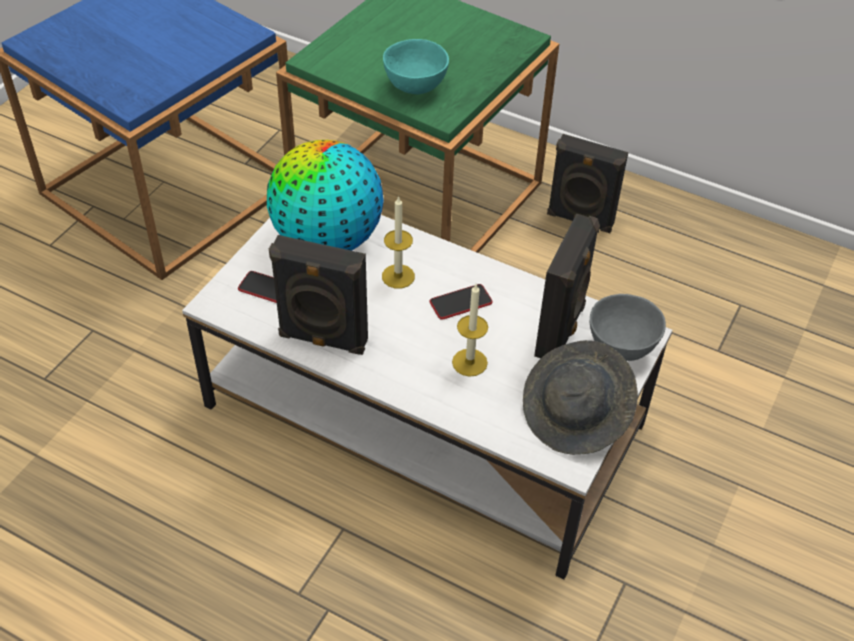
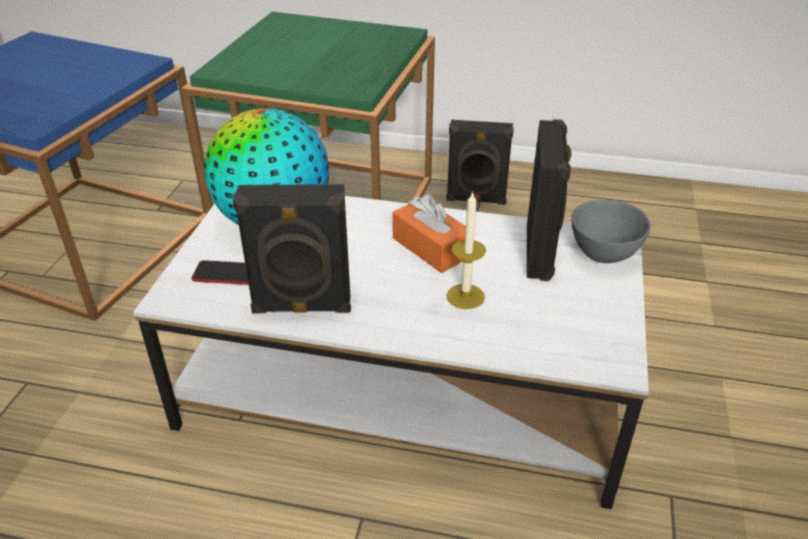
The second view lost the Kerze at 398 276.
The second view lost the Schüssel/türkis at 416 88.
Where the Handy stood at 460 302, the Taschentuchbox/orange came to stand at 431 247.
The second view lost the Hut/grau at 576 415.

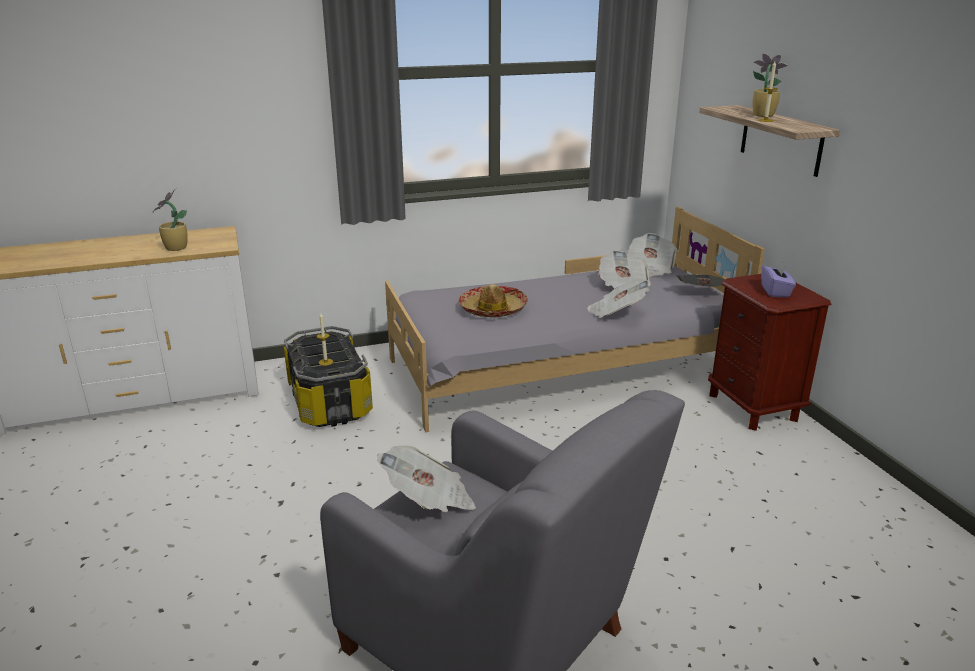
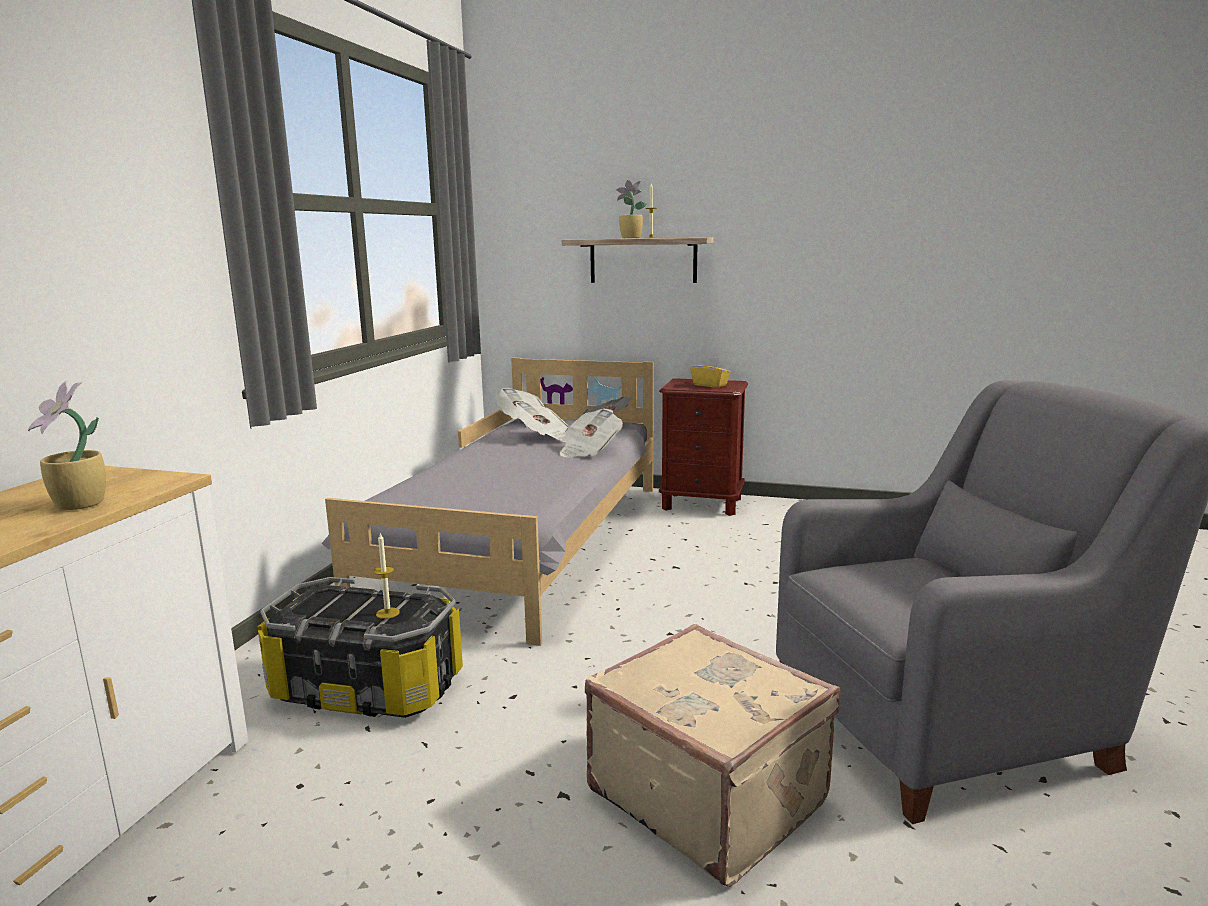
The second view lost the Zeitung at 429 500.
The second view lost the Hut at 493 309.
What was the Taschentuchbox/lila at 775 291 turned into the Taschentuchbox/gelb at 710 385.
The second view gained the Koffer/beige at 709 794.

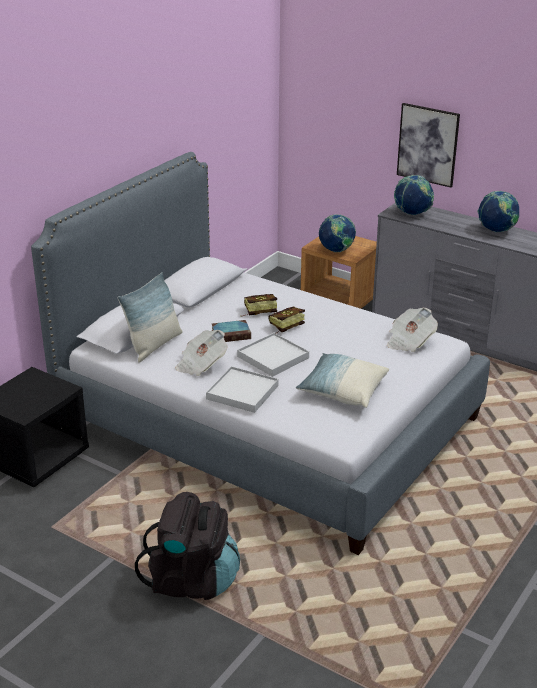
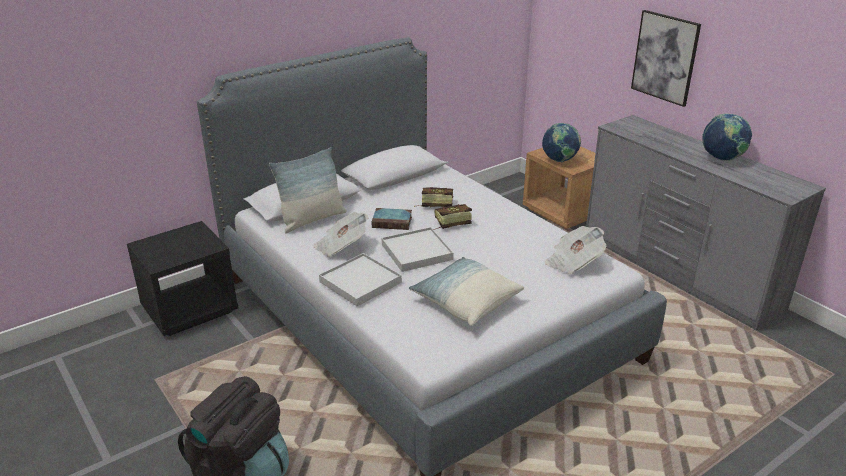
The second view lost the Globus at 412 214.

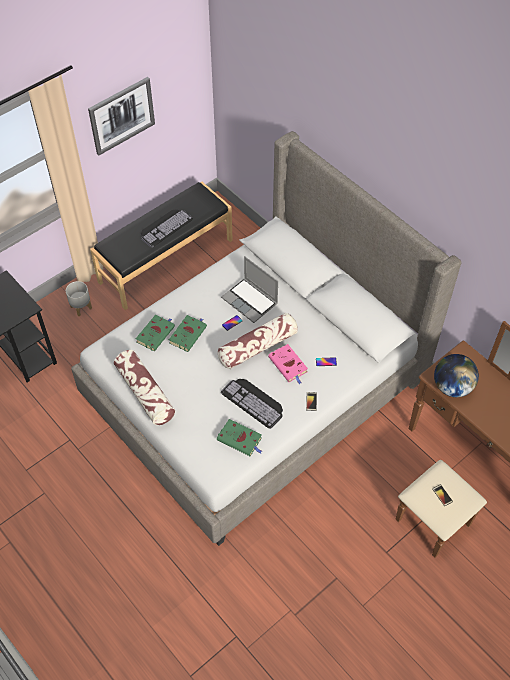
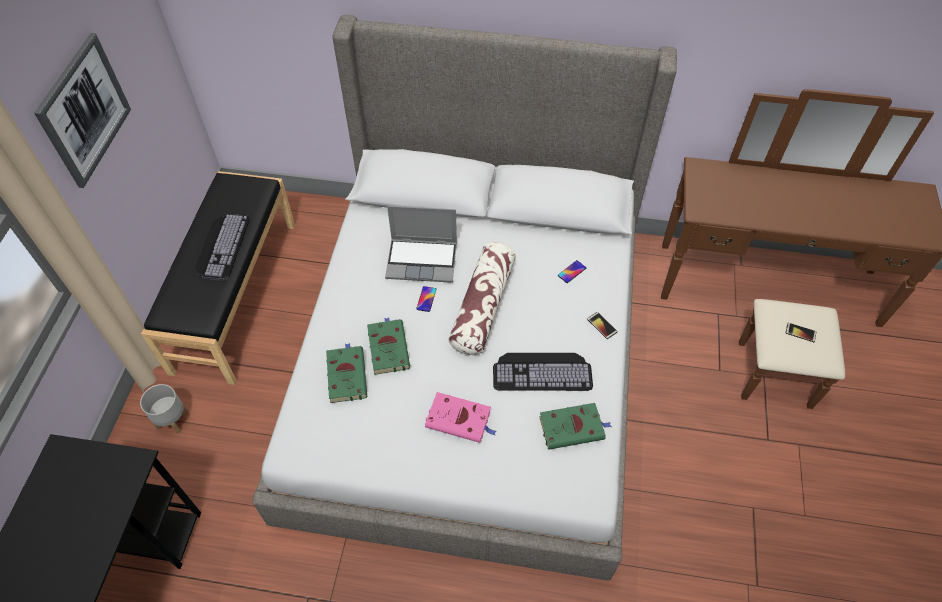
The second view lost the Kissen at 145 393.
The Buch/rosa ended up elsewhere, having gone from 288 365 to 460 420.
The second view lost the Globus at 452 387.

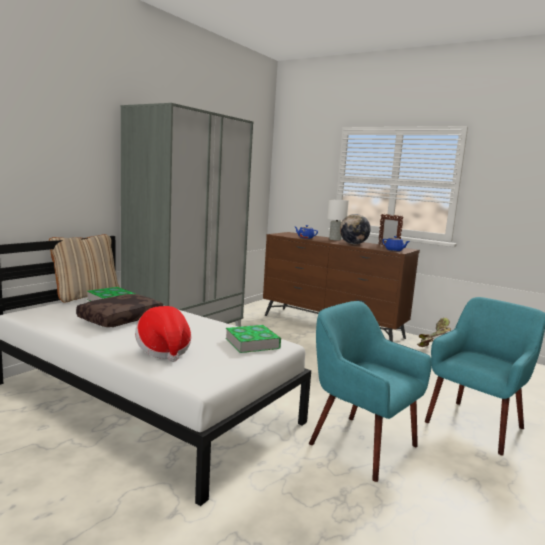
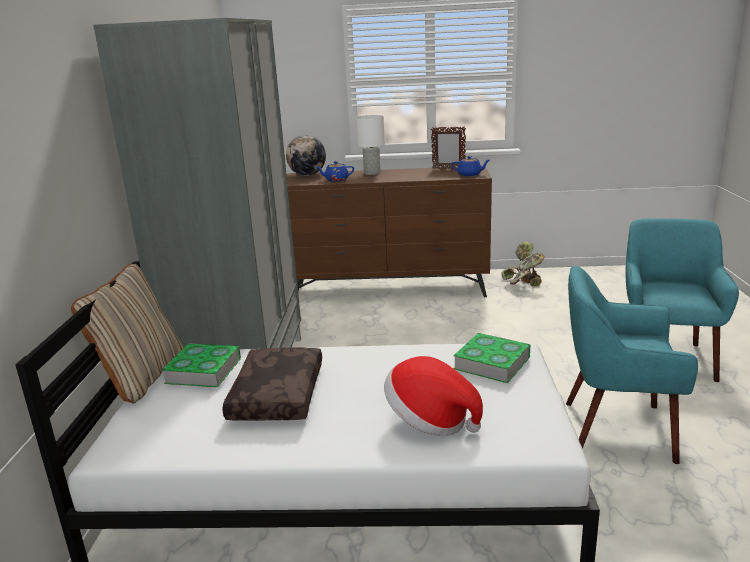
The Globus ended up elsewhere, having gone from 353 244 to 307 175.

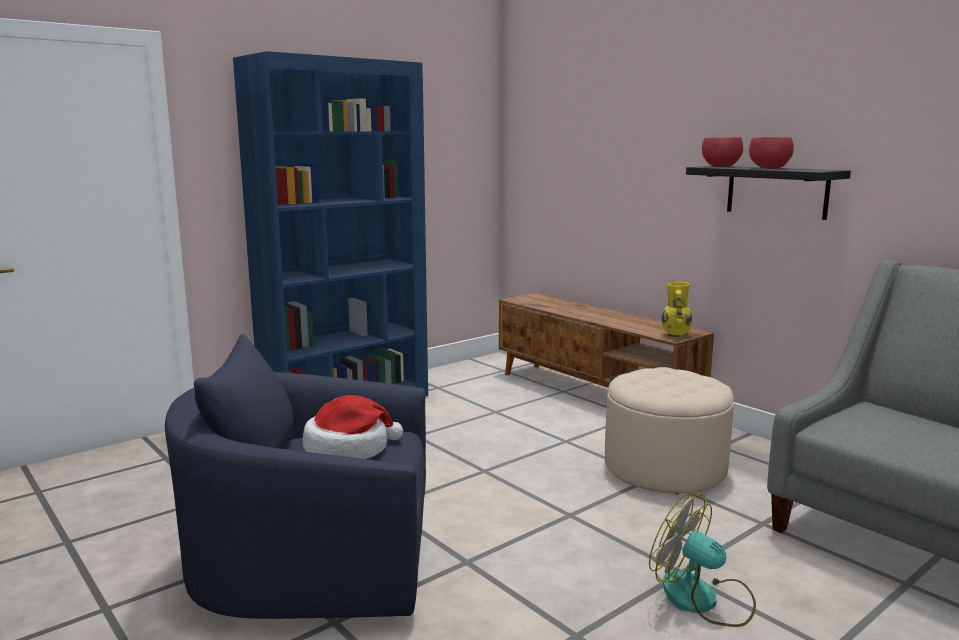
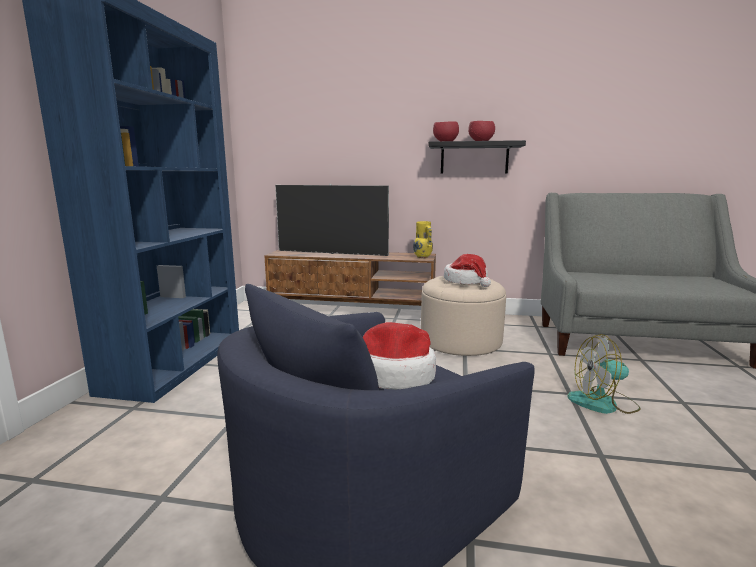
The second view gained the Fernseher at 332 253.
The second view gained the Hut at 466 281.

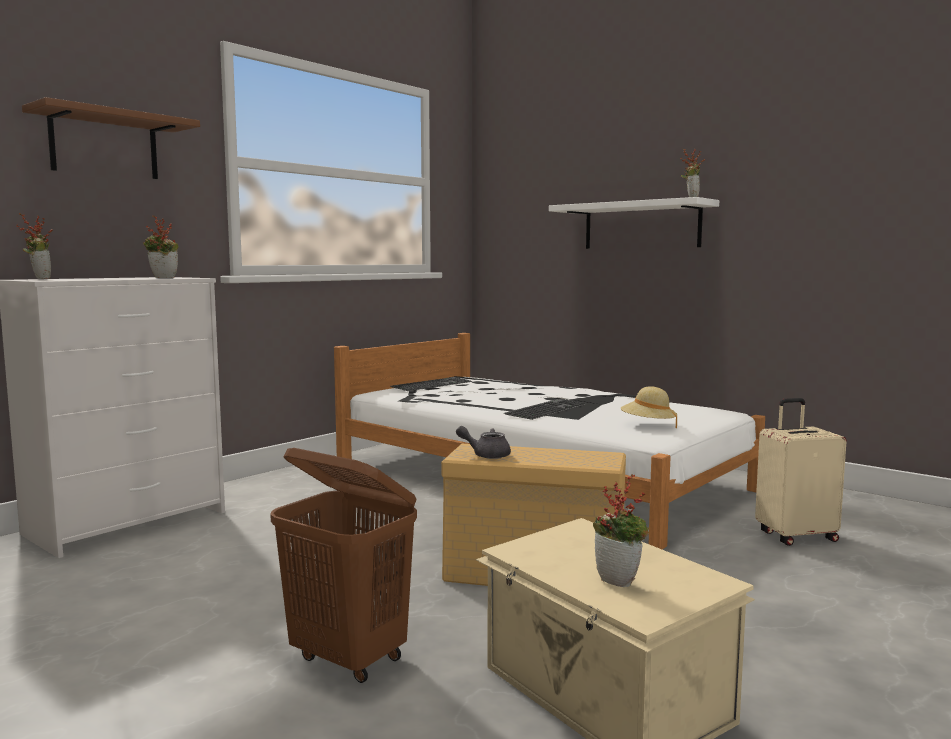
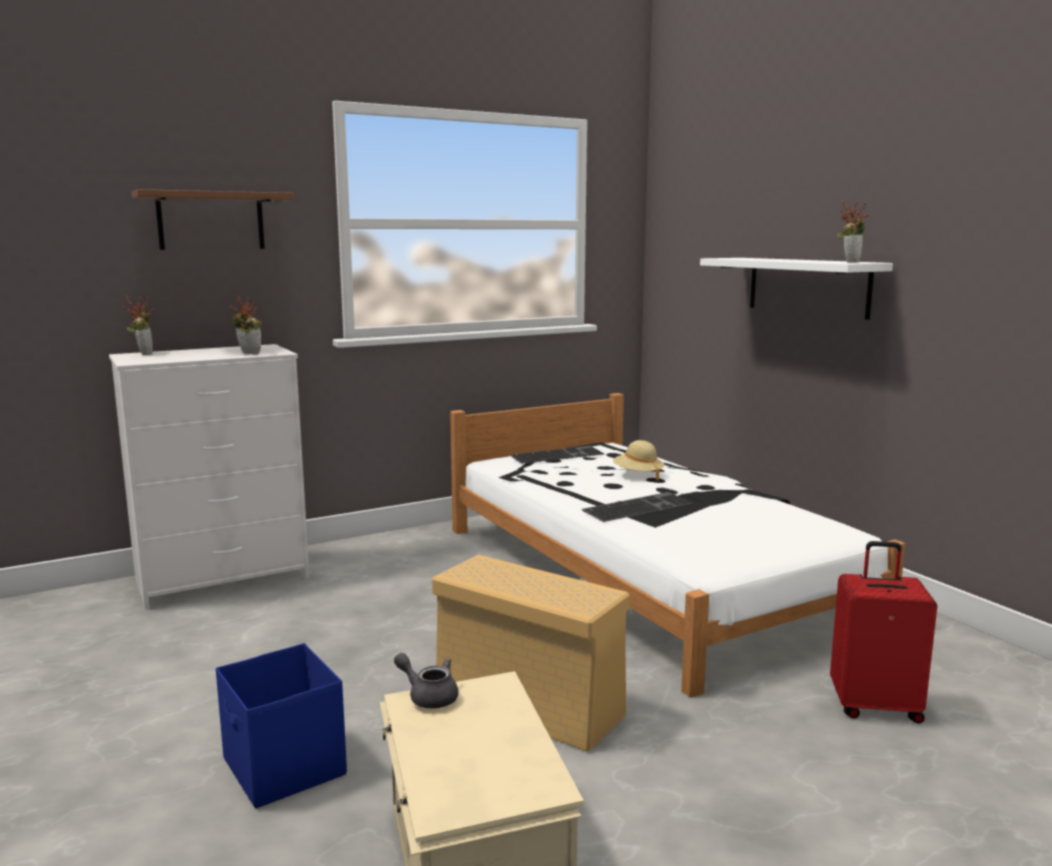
Where the Wäschekorb/braun stood at 349 659, the Aufbewahrungsbox/blau came to stand at 284 768.
The Teekanne/grau ended up elsewhere, having gone from 486 455 to 429 696.
The second view lost the Topfpflanze at 620 581.
The Hut/beige ended up elsewhere, having gone from 648 425 to 638 475.
What was the Koffer/beige at 795 536 turned into the Koffer/rot at 875 706.

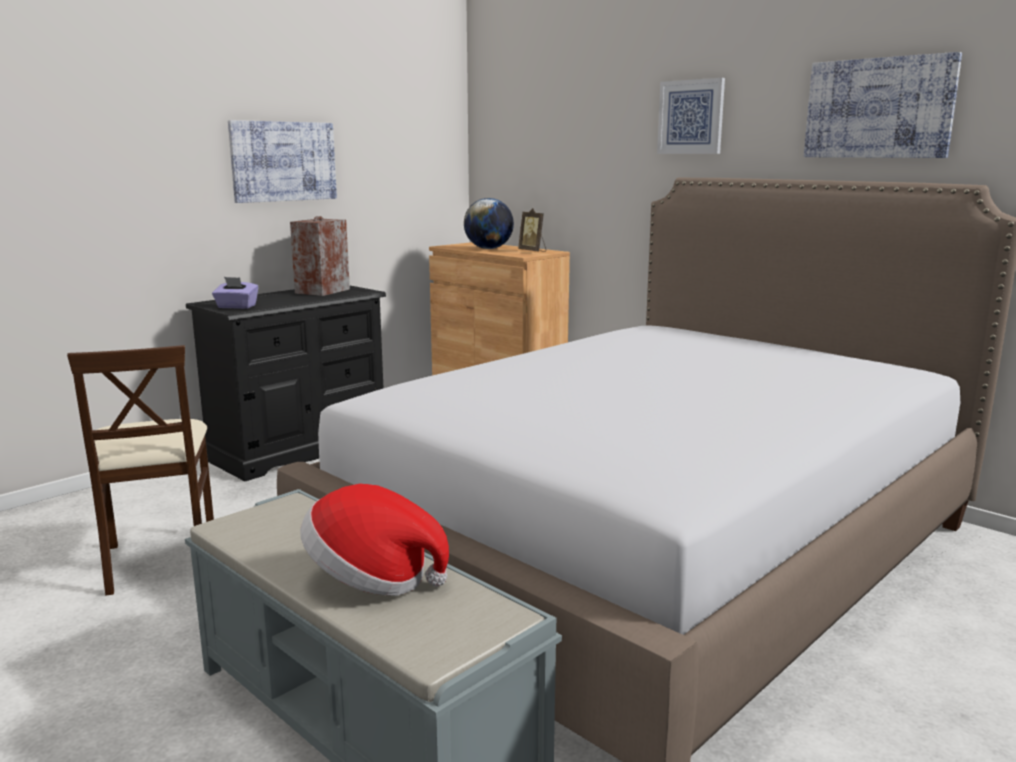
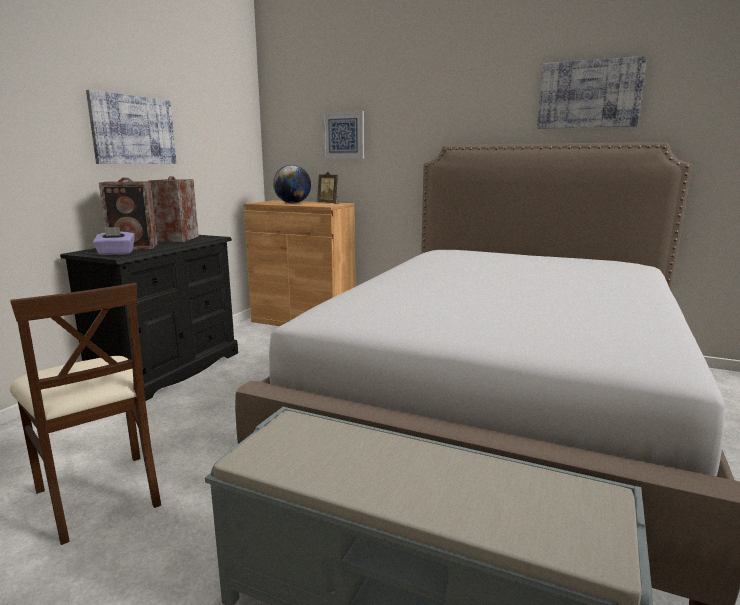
The second view lost the Hut at 372 579.
The Bild ended up elsewhere, having gone from 691 117 to 343 135.
The second view gained the Lautsprecher at 135 247.

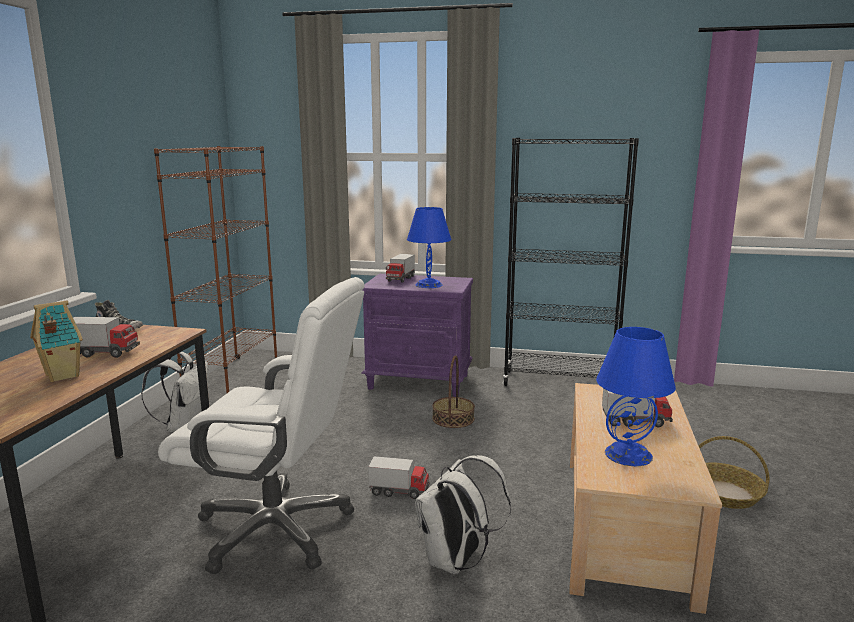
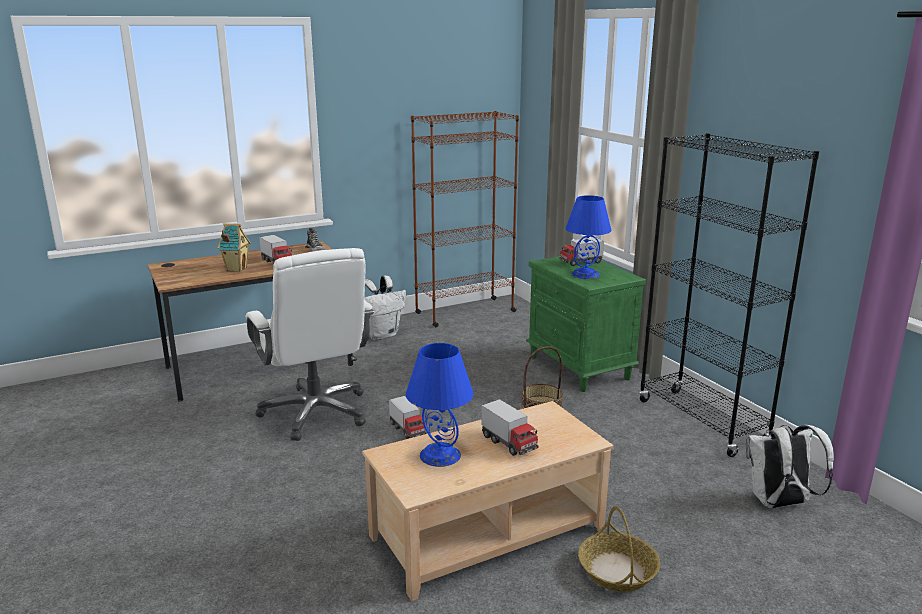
What was the Nachttisch/lila at 419 382 turned into the Nachttisch/grün at 580 368.
The Rucksack/weiß ended up elsewhere, having gone from 456 561 to 779 503.

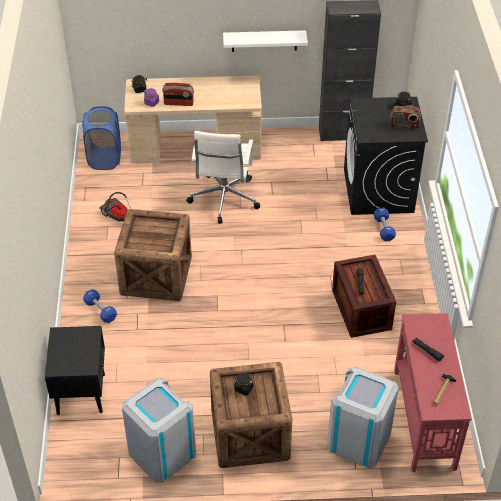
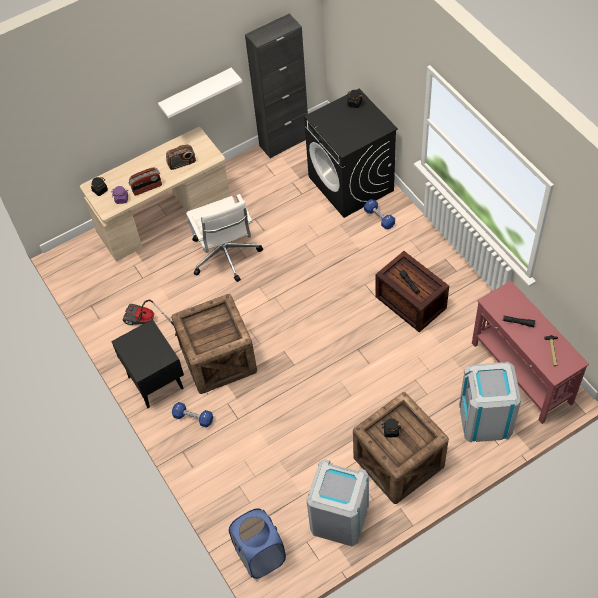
The Nachttisch/schwarz ended up elsewhere, having gone from 81 393 to 155 381.
The Wäschekorb/blau ended up elsewhere, having gone from 104 159 to 260 555.
The Radio ended up elsewhere, having gone from 404 125 to 182 163.

